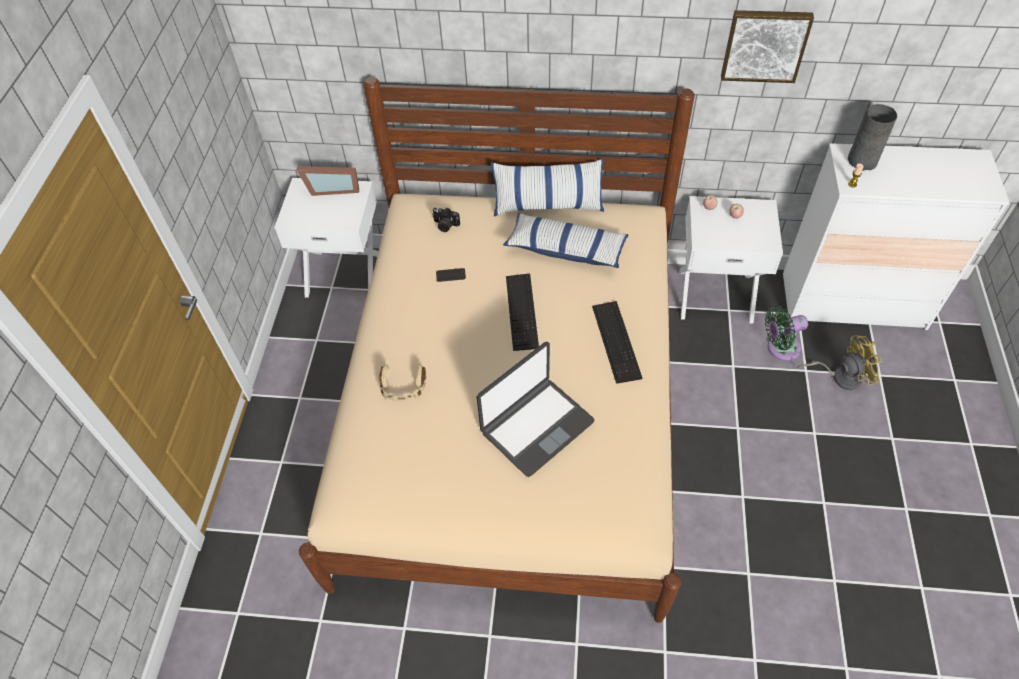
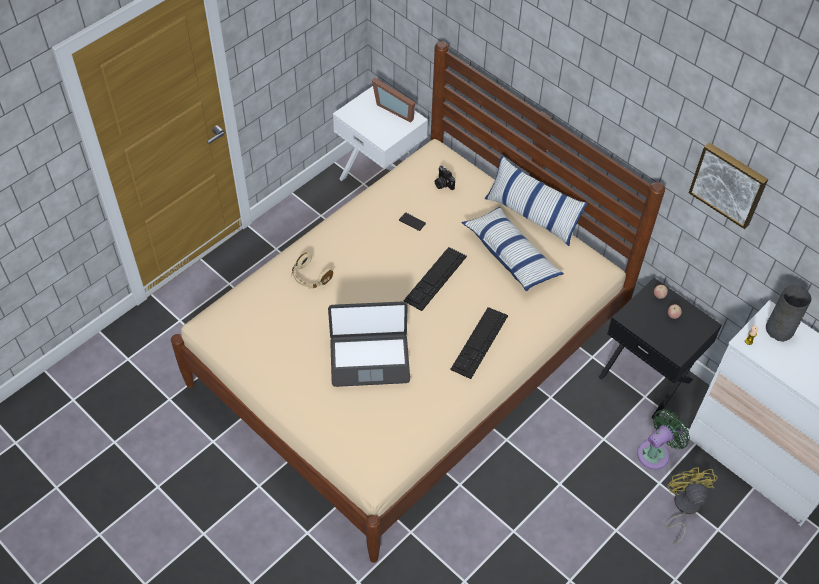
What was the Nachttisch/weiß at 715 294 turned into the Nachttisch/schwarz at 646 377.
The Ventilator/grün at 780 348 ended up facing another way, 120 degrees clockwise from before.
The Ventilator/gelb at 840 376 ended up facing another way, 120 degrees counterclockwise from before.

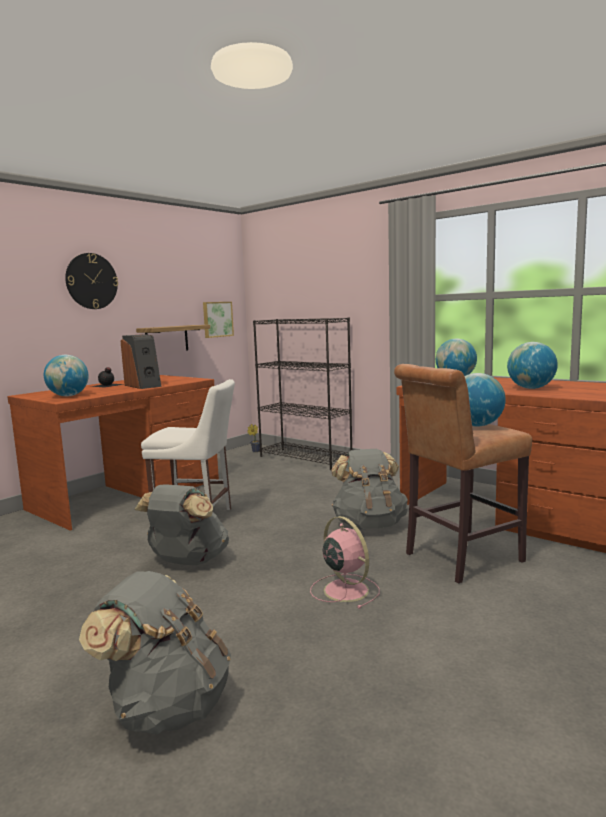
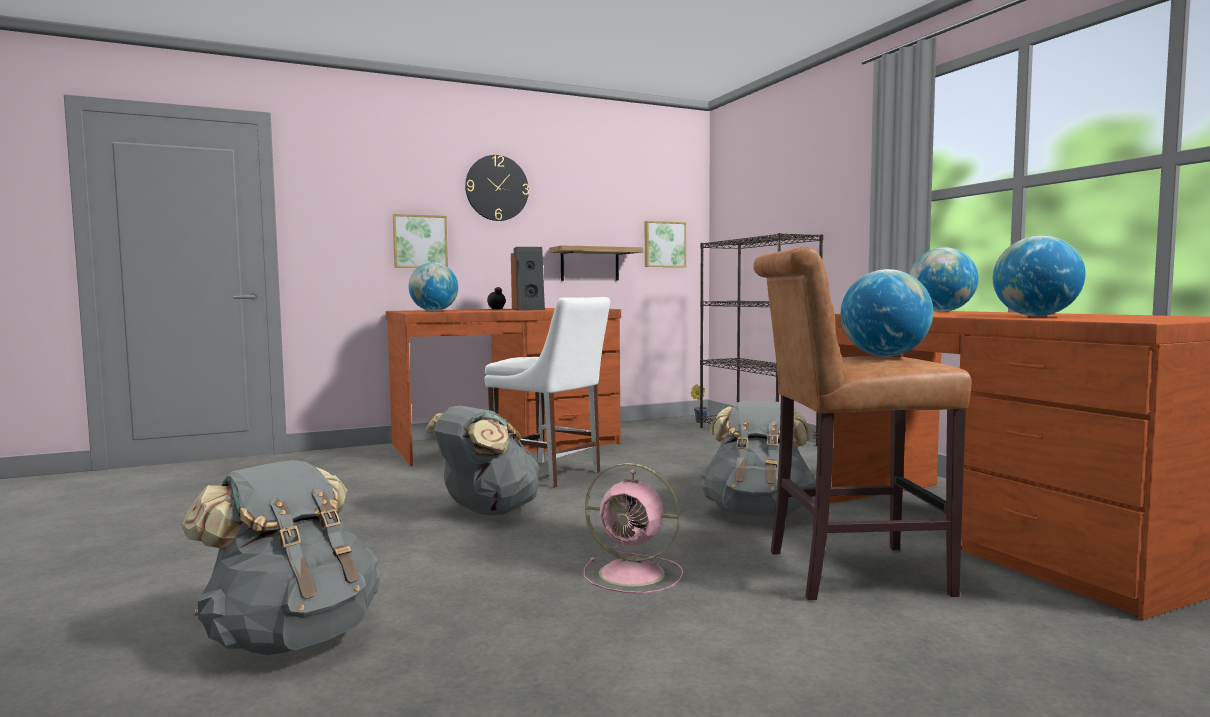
The Ventilator/rosa at 344 589 ended up facing another way, 120 degrees clockwise from before.
The second view gained the Bild at 420 241.

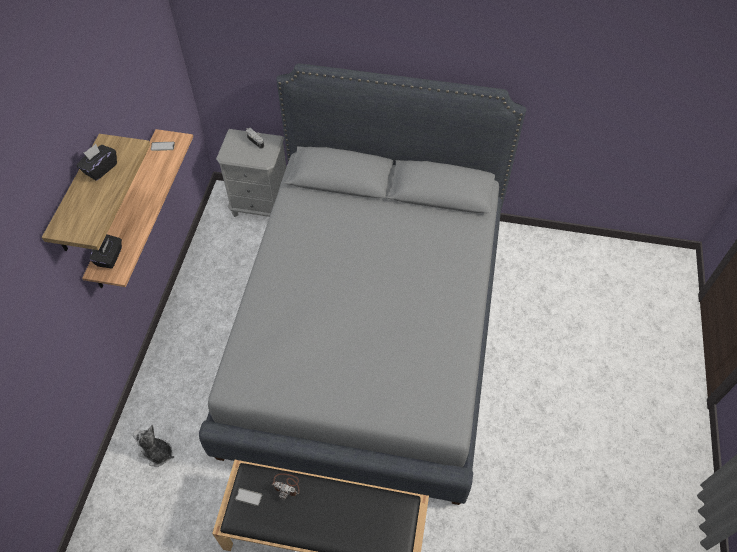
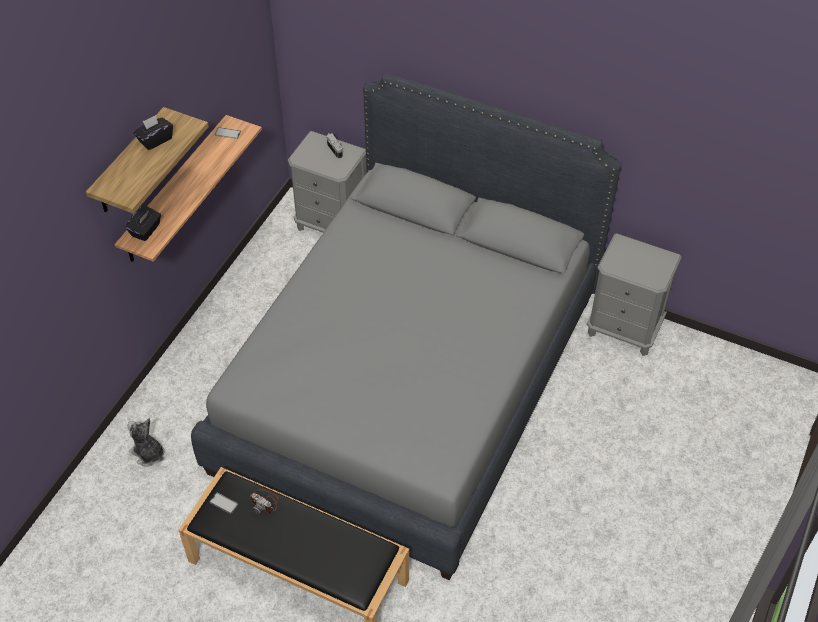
The second view gained the Nachttisch/grau at 624 329.

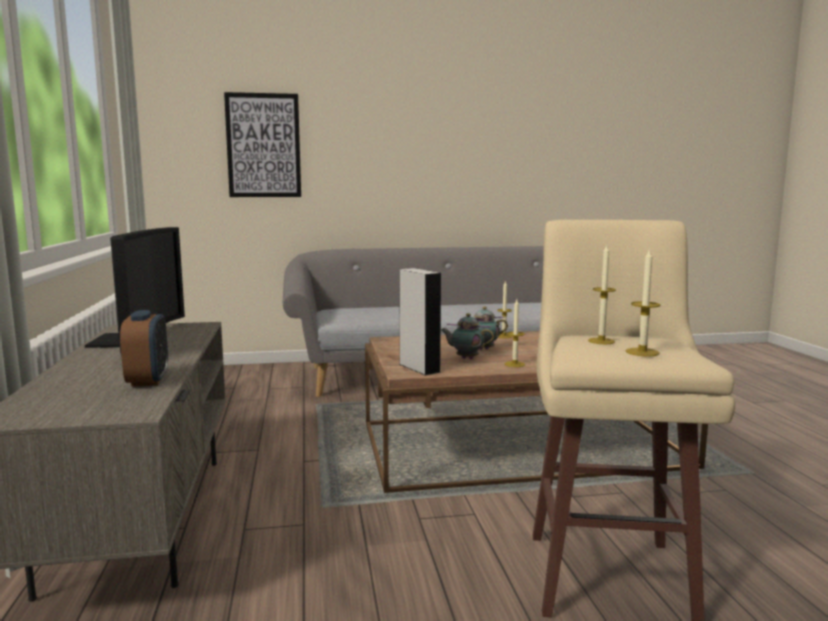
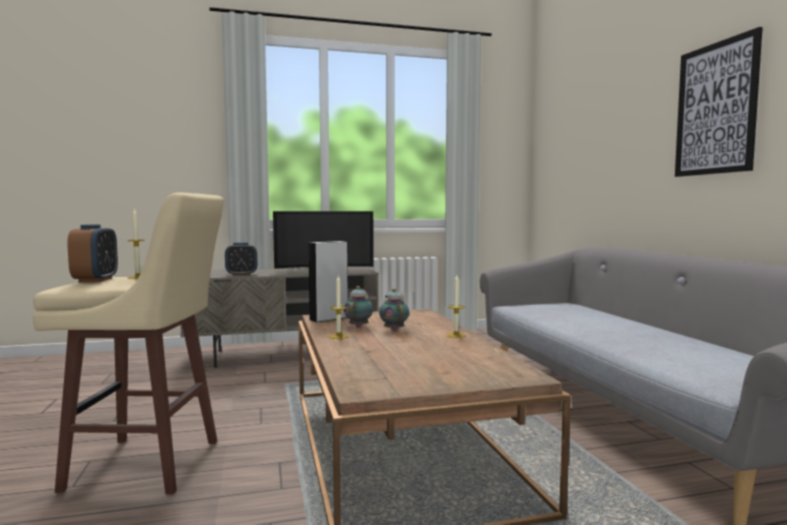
The Bild ended up elsewhere, having gone from 263 145 to 716 109.
Where the Kerze stood at 642 352, the Wecker came to stand at 95 280.

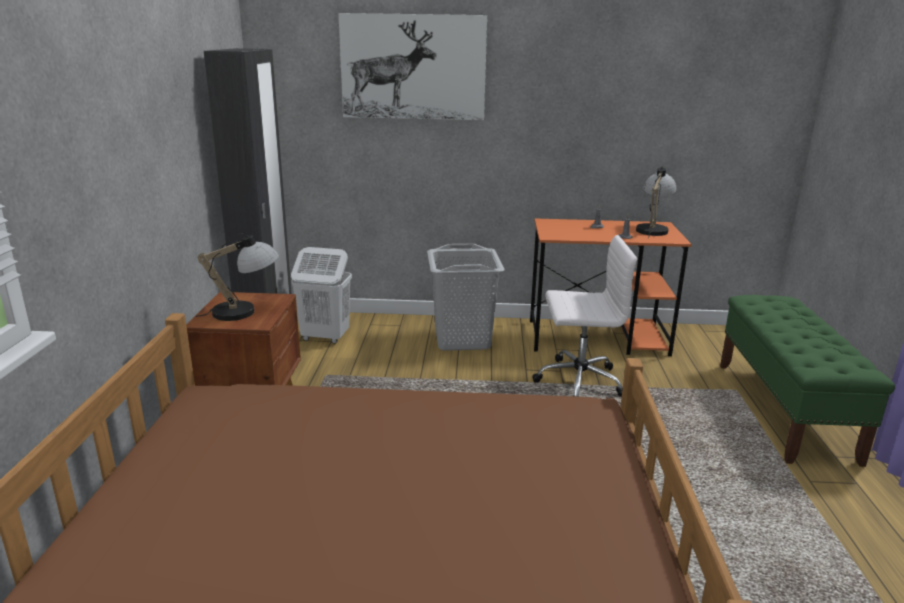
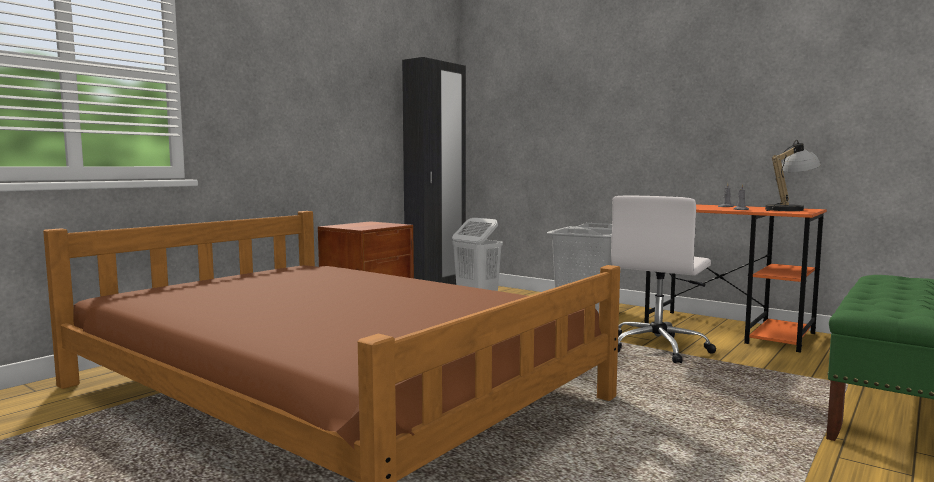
The second view lost the Tischlampe at 245 311.
The second view lost the Bild at 413 67.
The Bürostuhl/weiß at 577 381 ended up facing another way, 90 degrees clockwise from before.

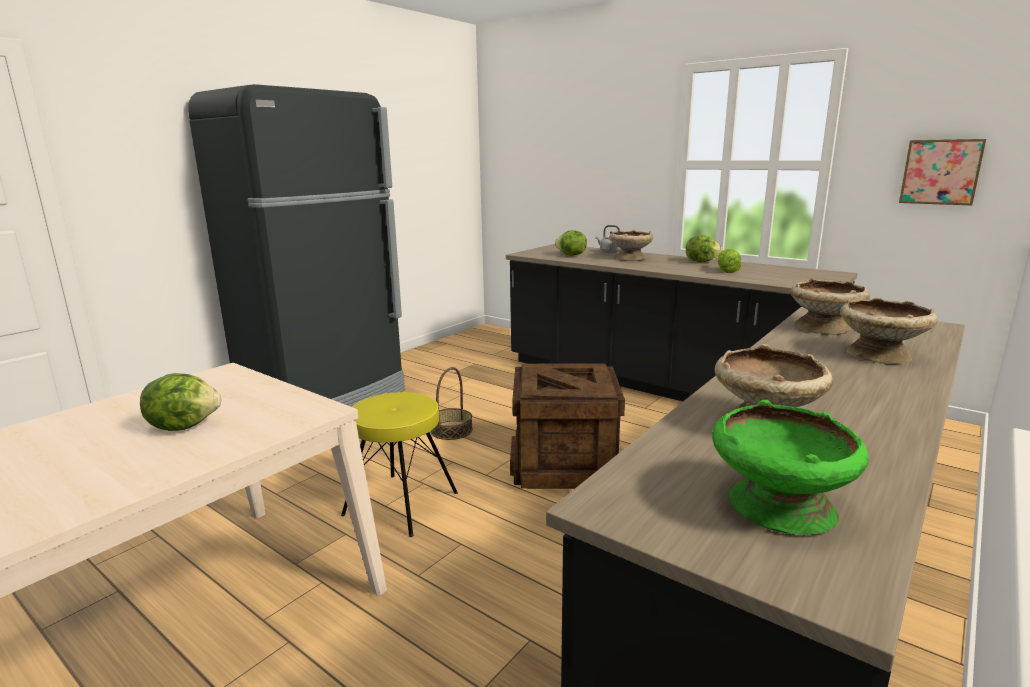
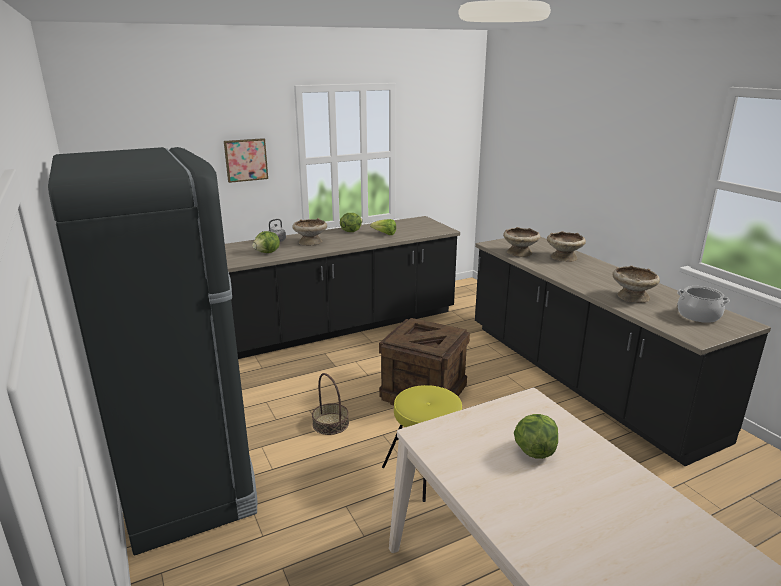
Where the Schüssel/grün stood at 777 505, the Kochtopf came to stand at 698 315.
The Bild ended up elsewhere, having gone from 941 172 to 245 160.

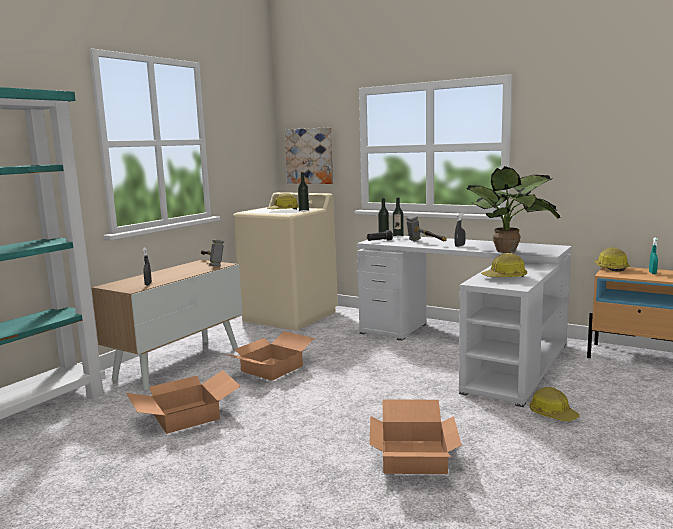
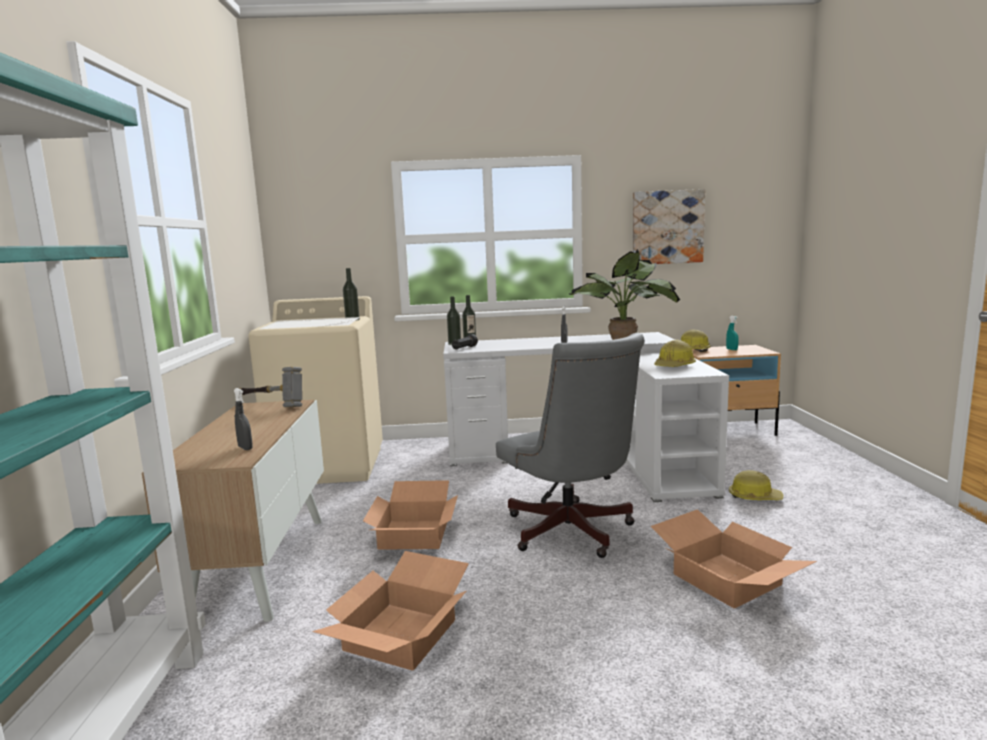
The second view lost the Schutzhelm at 284 210.
The Bild ended up elsewhere, having gone from 309 156 to 667 227.
The second view lost the Hammer at 425 243.
The second view gained the Bürostuhl/grau at 572 533.

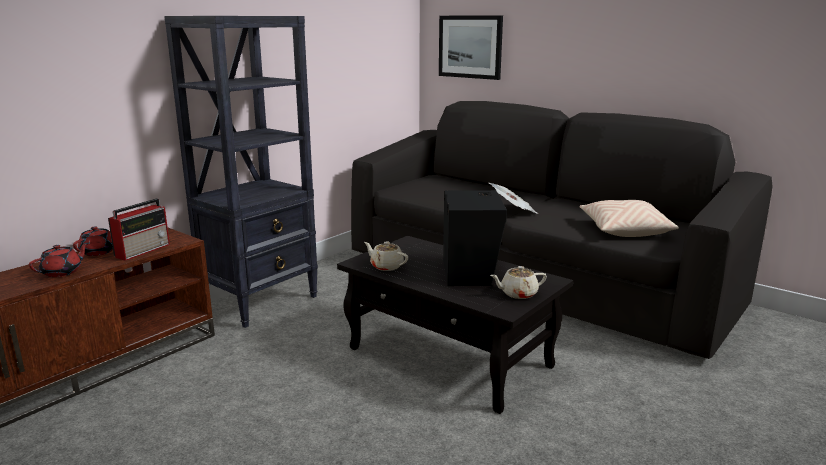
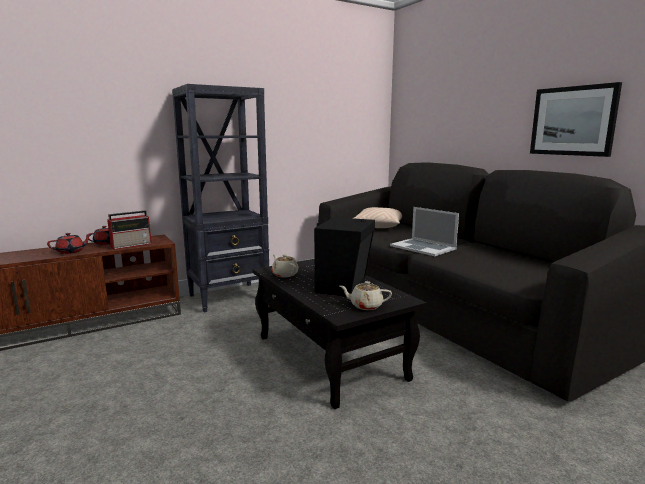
The Bild ended up elsewhere, having gone from 470 47 to 573 121.
Where the Zeitung stood at 513 211, the Laptop came to stand at 423 247.
The Kissen/beige ended up elsewhere, having gone from 624 230 to 378 226.

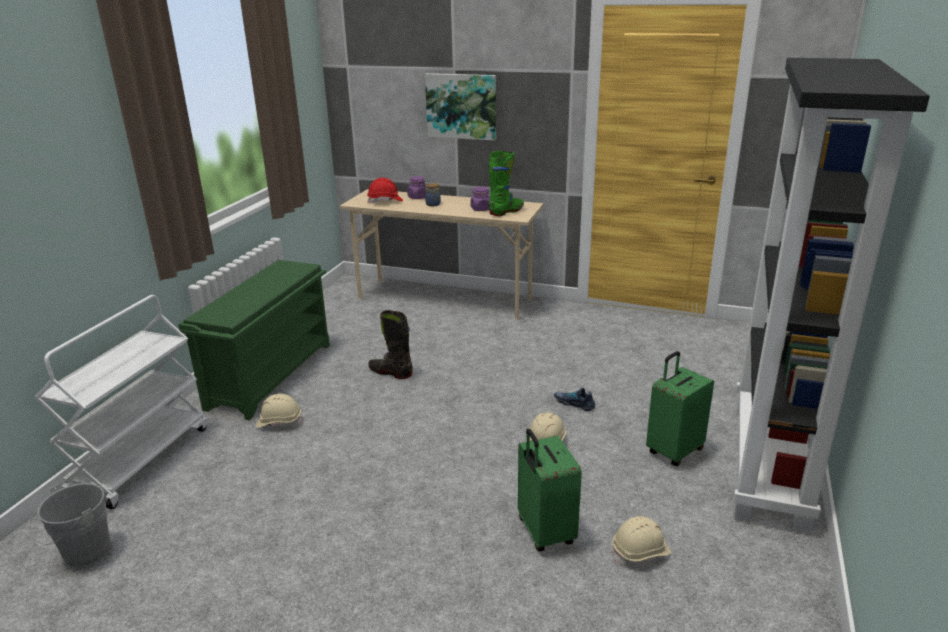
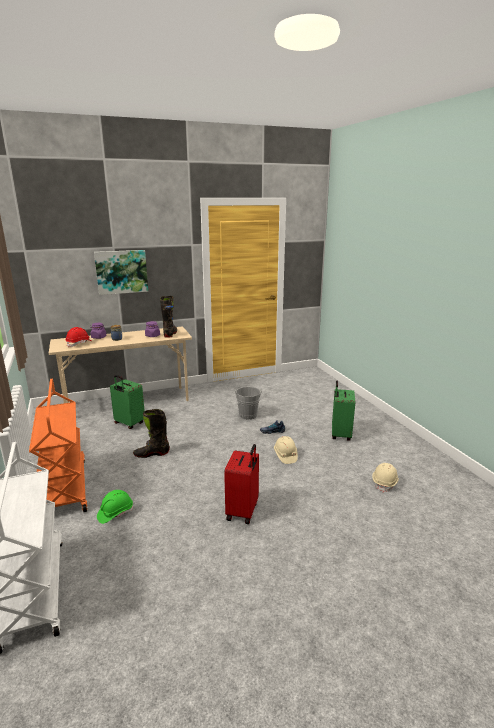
The Eimer/grau ended up elsewhere, having gone from 82 554 to 248 416.
Where the Schuhregal/grün stood at 271 374, the Rollwagen/orange came to stand at 65 487.
What was the Schutzhelm/beige at 279 422 turned into the Schutzhelm/grün at 115 513.
What was the Stiefel/grün at 506 212 turned into the Stiefel/schwarz at 170 334.
The Koffer/grün ended up elsewhere, having gone from 544 532 to 129 423.
The second view lost the Bücherregal/schwarz at 770 464.
The second view gained the Koffer/rot at 243 511.

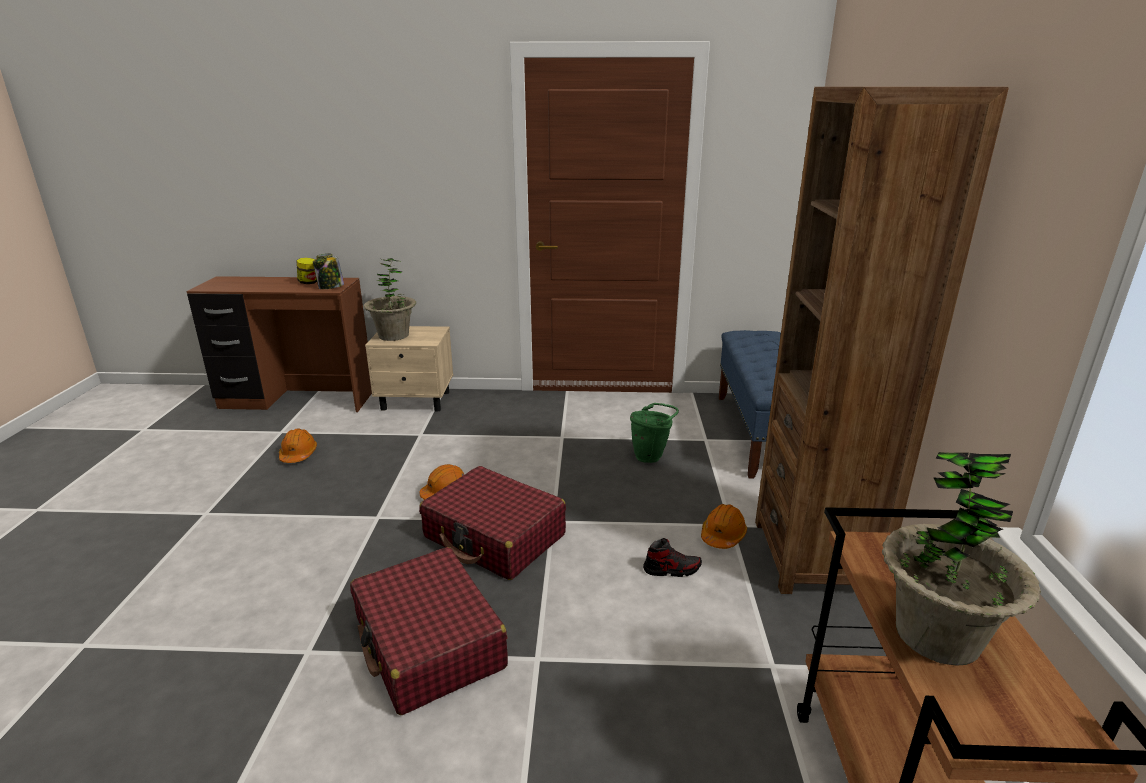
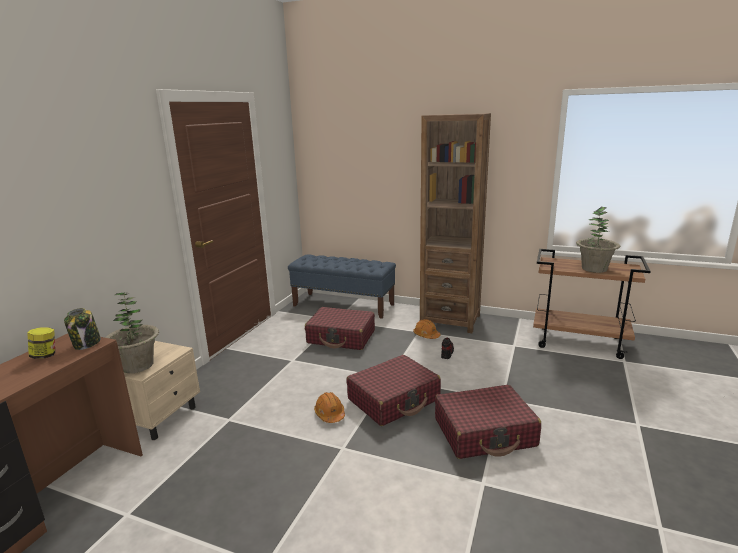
The second view lost the Schutzhelm/orange at 298 454.
Where the Eimer/grün stood at 651 456, the Koffer/rot came to stand at 341 337.

